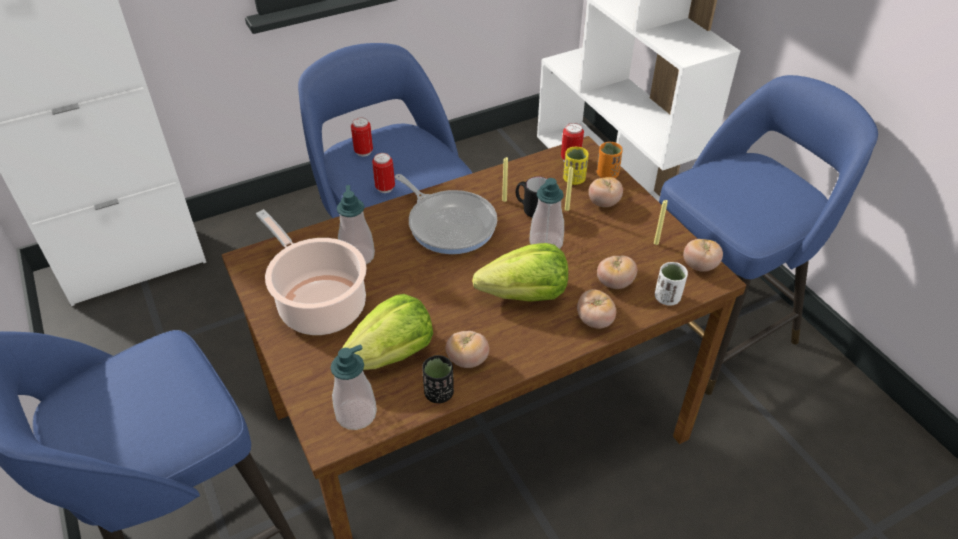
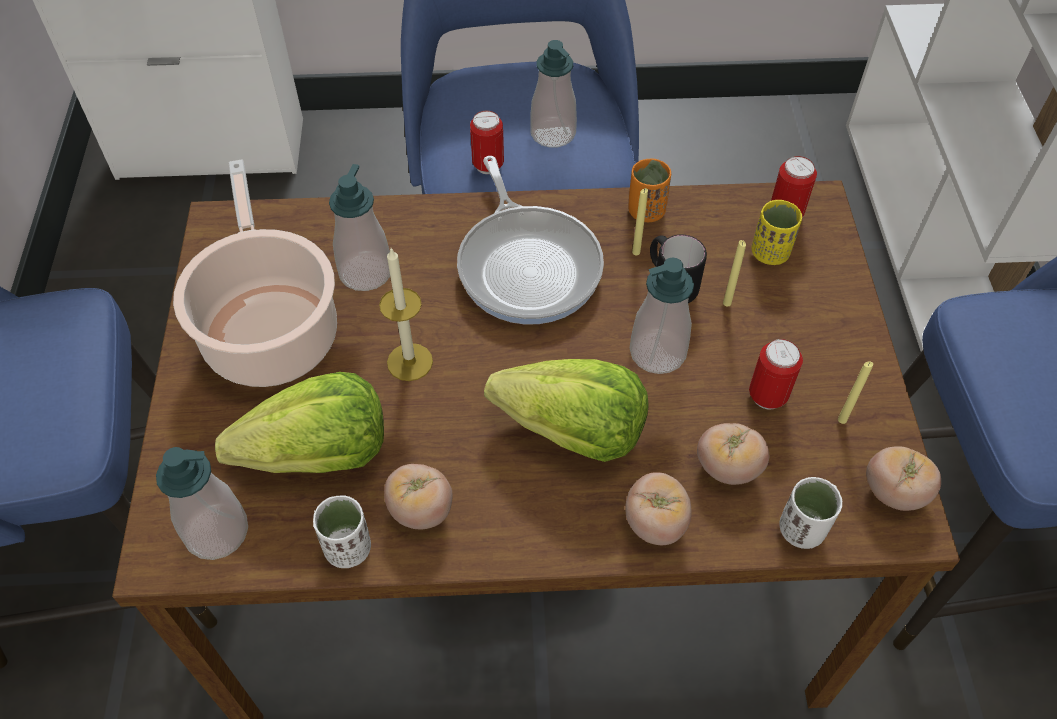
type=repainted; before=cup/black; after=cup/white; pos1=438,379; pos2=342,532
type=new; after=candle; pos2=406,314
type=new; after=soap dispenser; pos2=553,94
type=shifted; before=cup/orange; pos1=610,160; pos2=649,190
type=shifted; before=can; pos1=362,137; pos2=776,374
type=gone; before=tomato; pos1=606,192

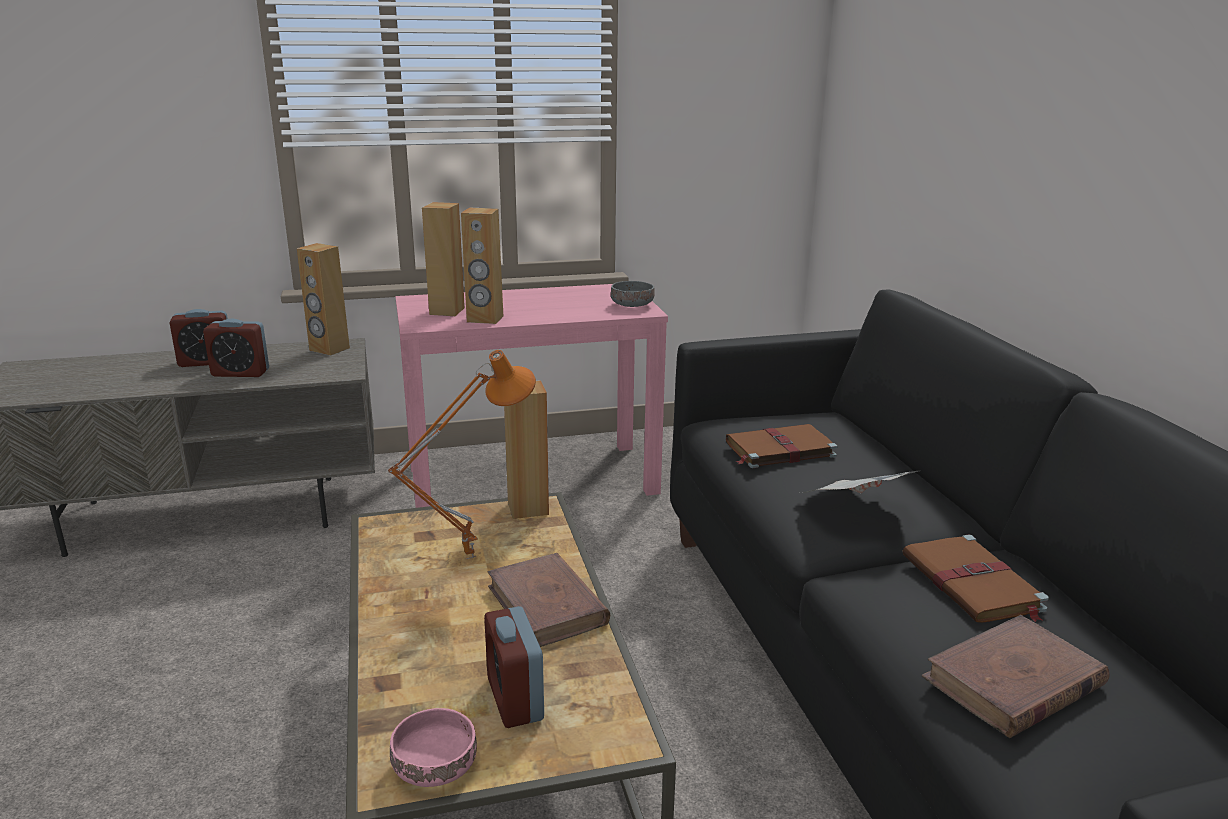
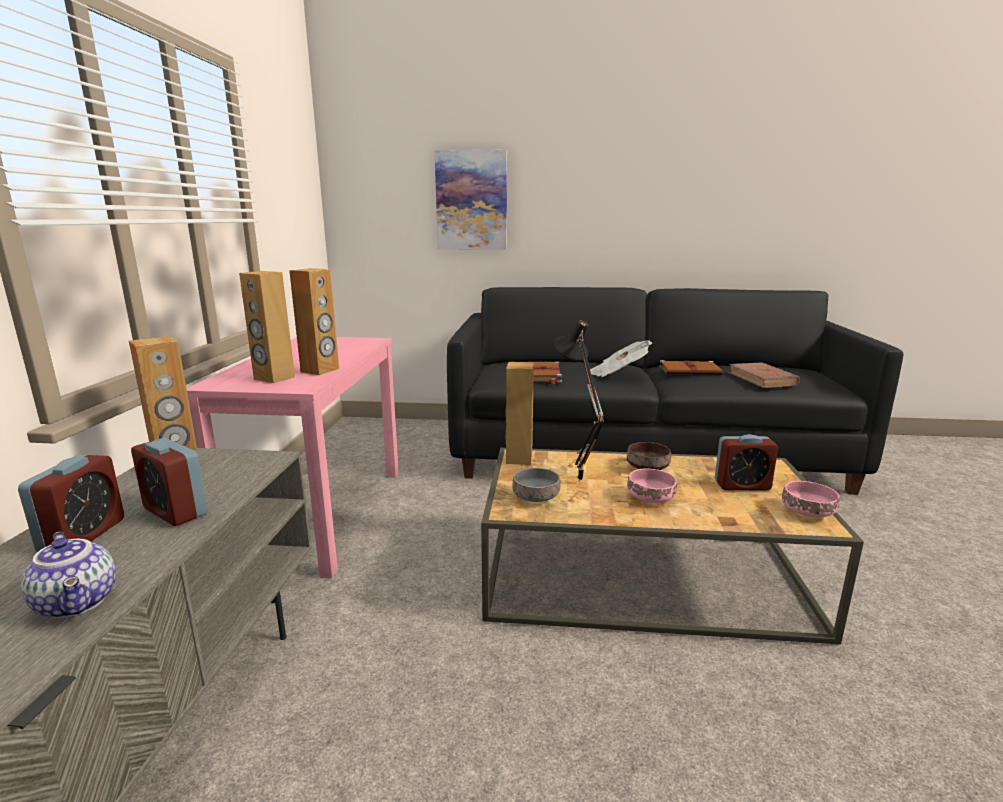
type=new; after=teapot; pos2=68,575
type=rotated; before=alarm clock; pos1=236,347; pos2=169,482; turn=105
type=new; after=picture; pos2=471,200
type=shifted; before=bowl/grey; pos1=633,294; pos2=536,485
type=repainted; before=table lamp/orange; after=table lamp/black; pos1=462,454; pos2=578,402
type=swapped; before=book/brown; after=bowl/brown; pos1=549,600; pos2=649,456
type=new; after=bowl/pink; pos2=652,486

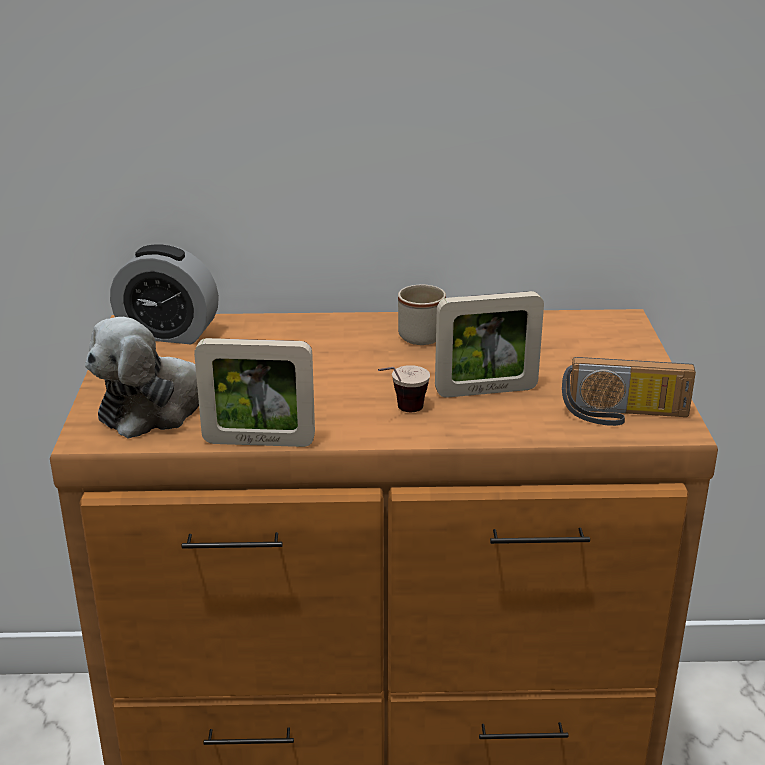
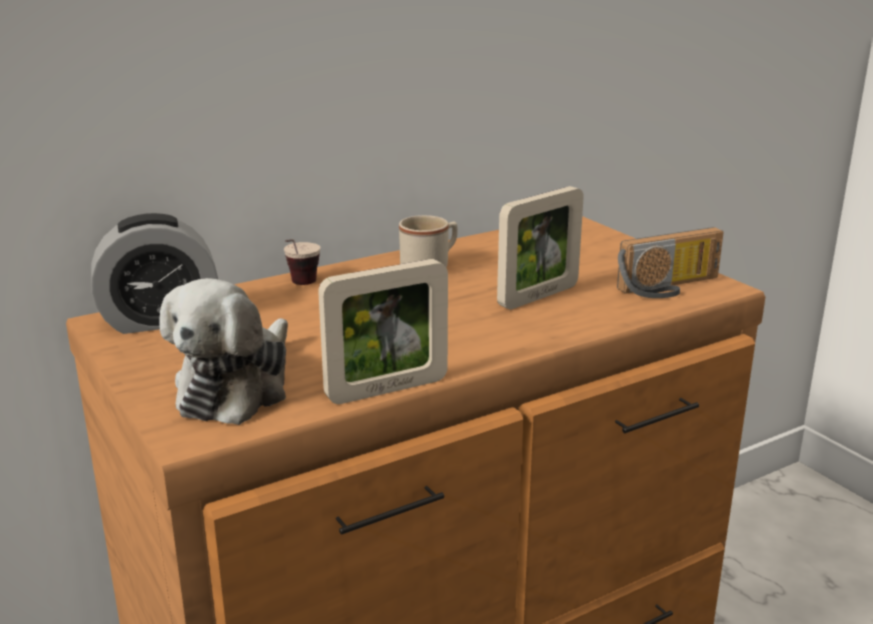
type=shifted; before=cup; pos1=404,388; pos2=302,262

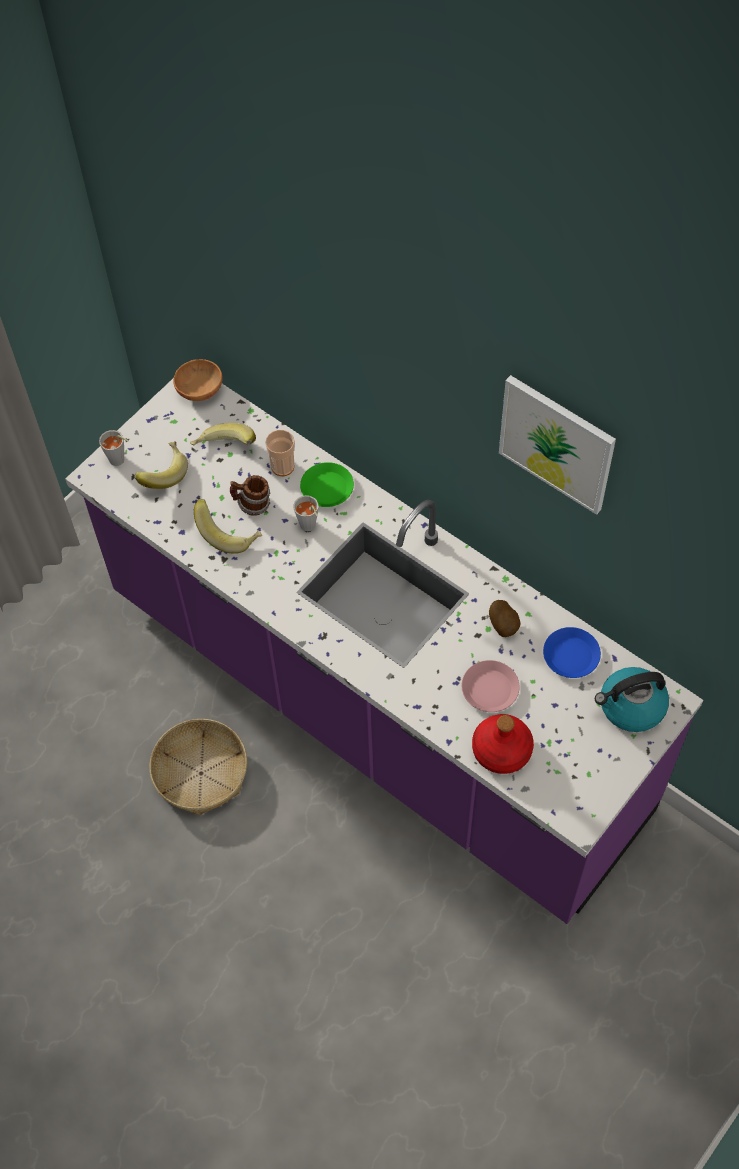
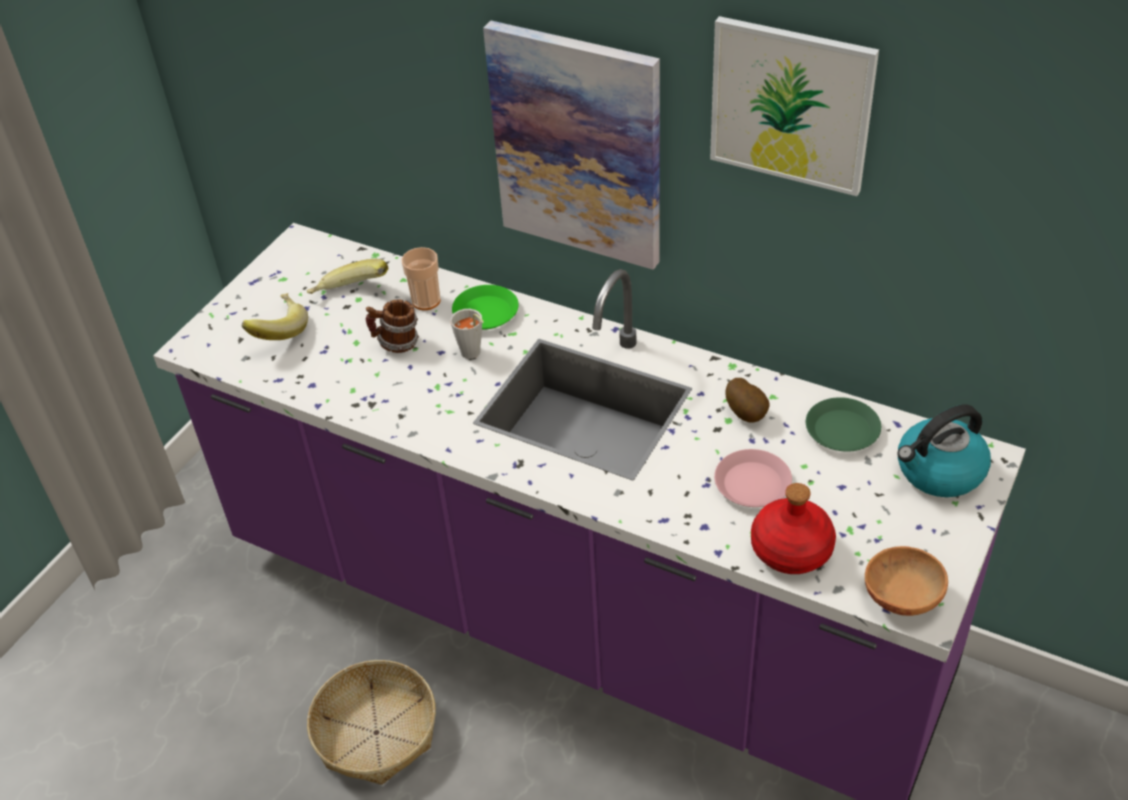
type=new; after=picture; pos2=571,145
type=repainted; before=plate/blue; after=plate/green; pos1=572,652; pos2=843,424
type=shifted; before=bowl/brown; pos1=198,380; pos2=906,581
type=gone; before=cup/grey; pos1=114,448
type=gone; before=banana; pos1=228,526

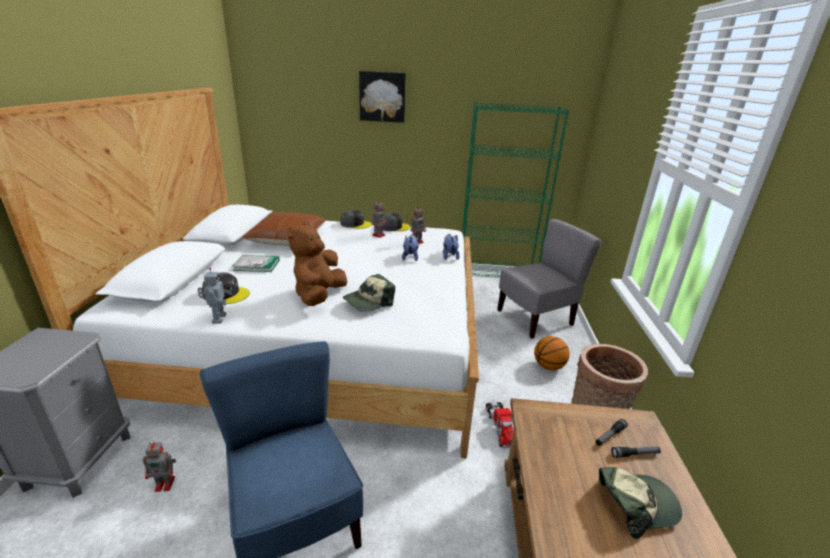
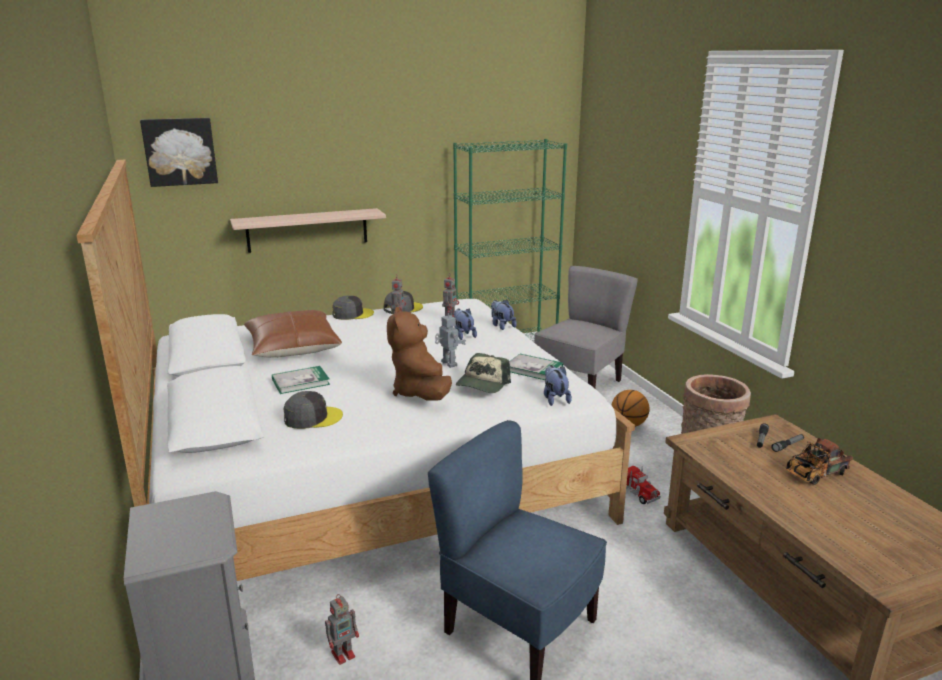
type=shifted; before=picture; pos1=382,97; pos2=179,152
type=new; after=shelf; pos2=308,230
type=shifted; before=toy robot; pos1=215,296; pos2=450,339
type=new; after=book; pos2=536,367
type=new; after=plush toy; pos2=558,385
type=swapped; before=cap; after=toy truck; pos1=640,503; pos2=819,461

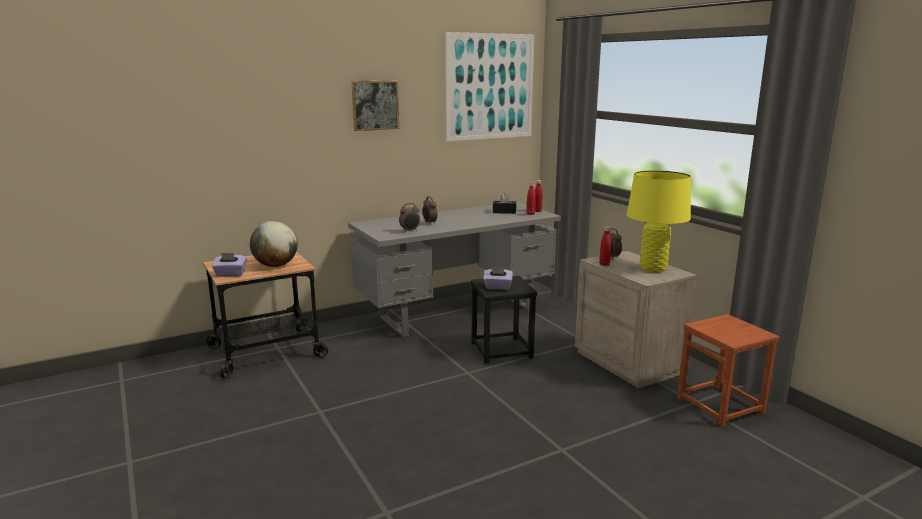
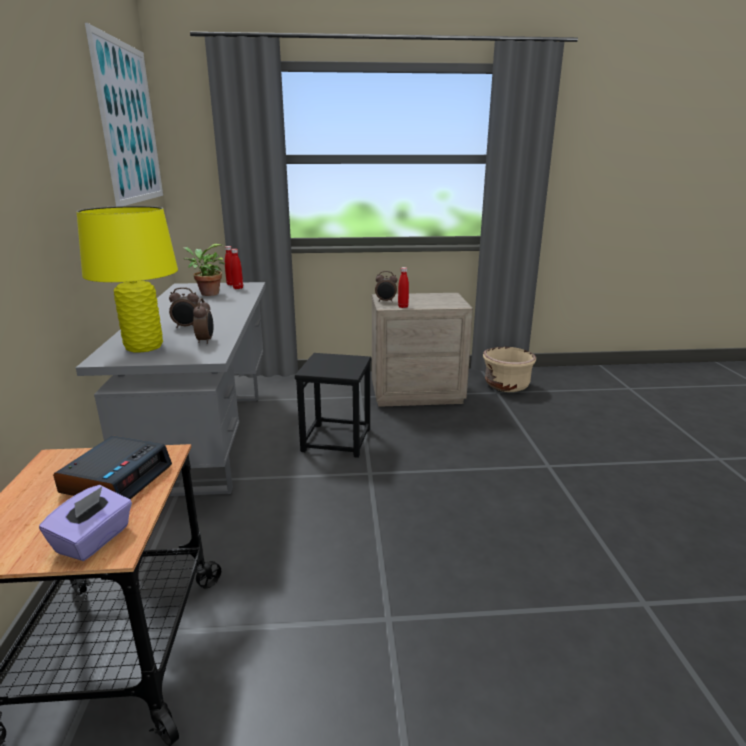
type=swapped; before=globe; after=alarm clock; pos1=274,244; pos2=112,467
type=shifted; before=table lamp/yellow; pos1=659,221; pos2=127,279
type=swapped; before=tissue box/black; after=potted plant; pos1=505,203; pos2=204,270
type=swapped; before=stool/brown; after=planter/beige; pos1=728,370; pos2=509,369
type=gone; before=picture; pos1=375,105
type=gone; before=tissue box/purple; pos1=498,278

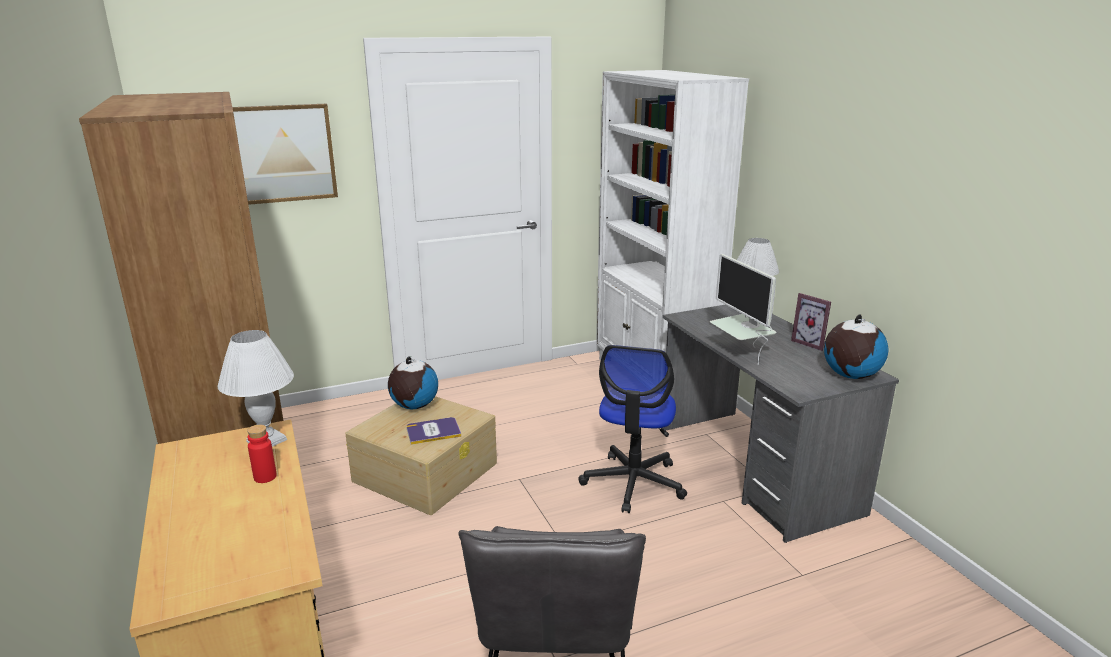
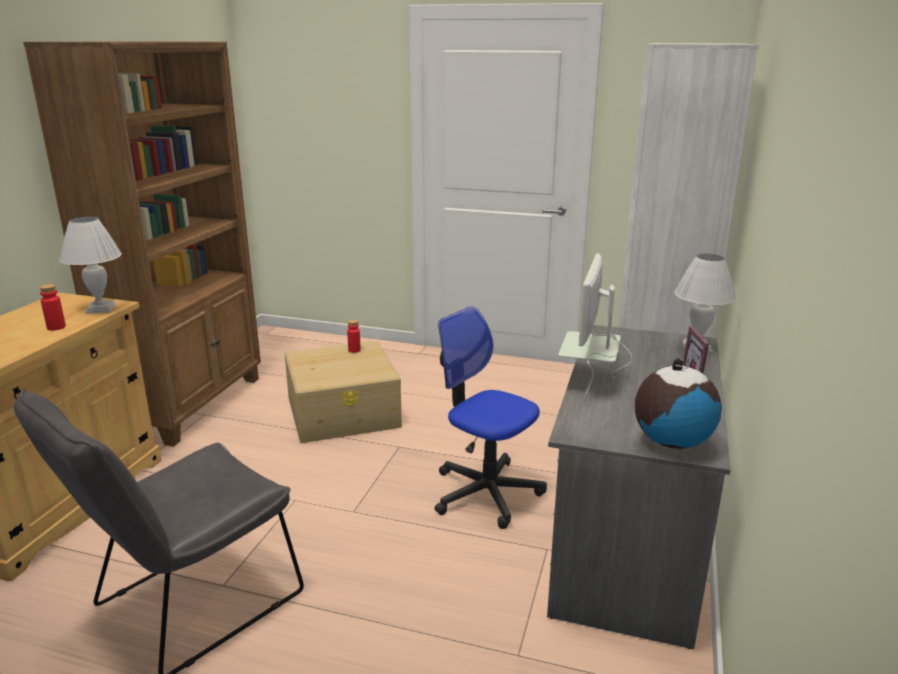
type=swapped; before=globe; after=bottle/red; pos1=413,382; pos2=354,336
type=rotated; before=office chair; pos1=632,429; pos2=490,417; turn=75
type=gone; before=picture; pos1=285,154
type=gone; before=book; pos1=434,431

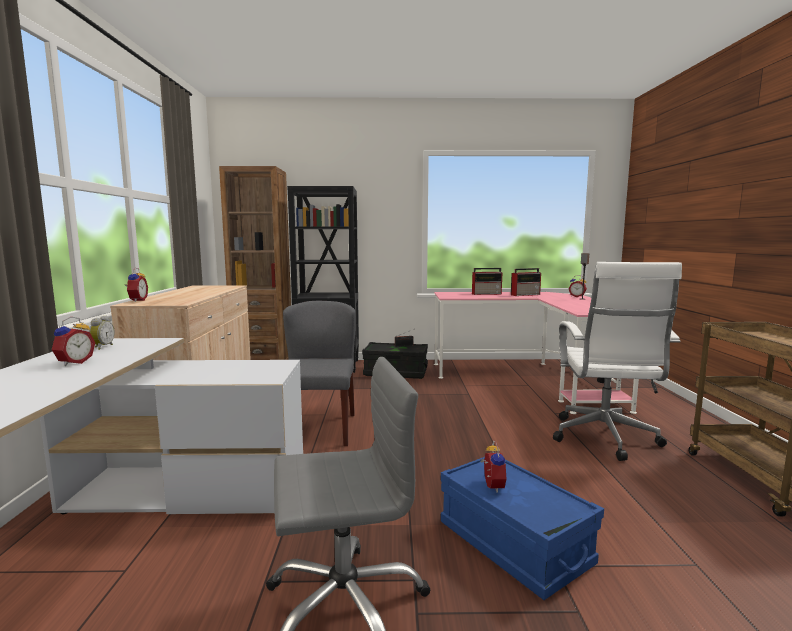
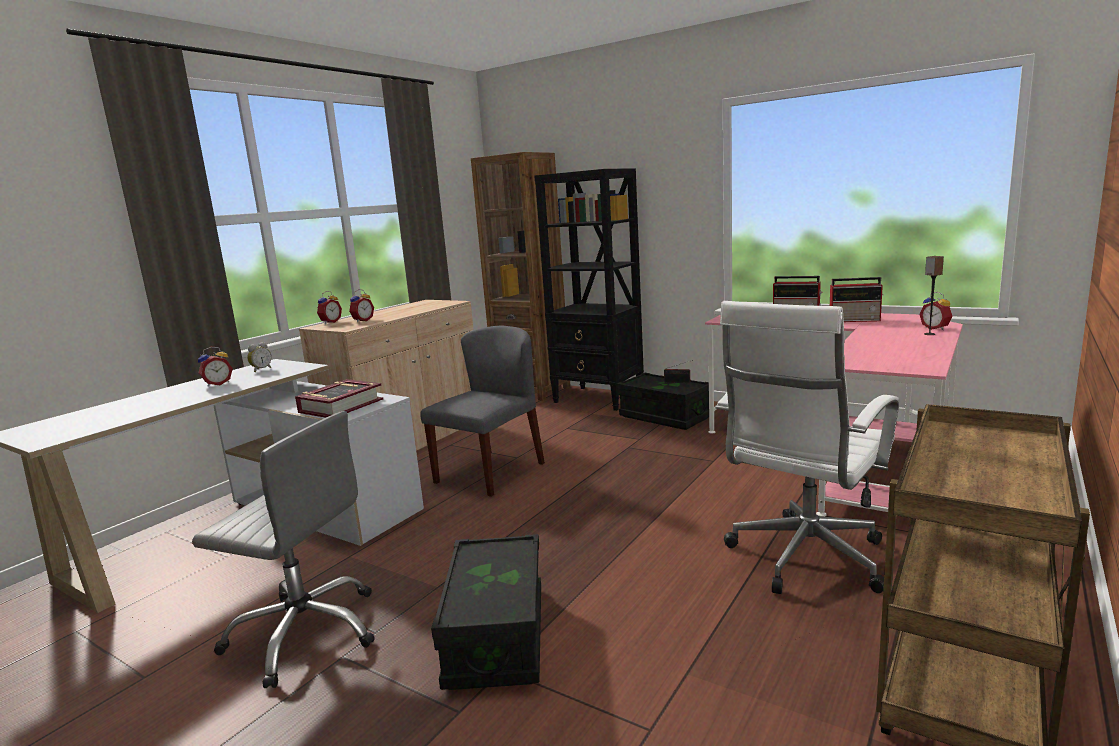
type=new; after=book; pos2=339,398
type=shifted; before=alarm clock; pos1=493,467; pos2=361,306
type=repainted; before=storage box/blue; after=storage box/black; pos1=522,528; pos2=486,612

